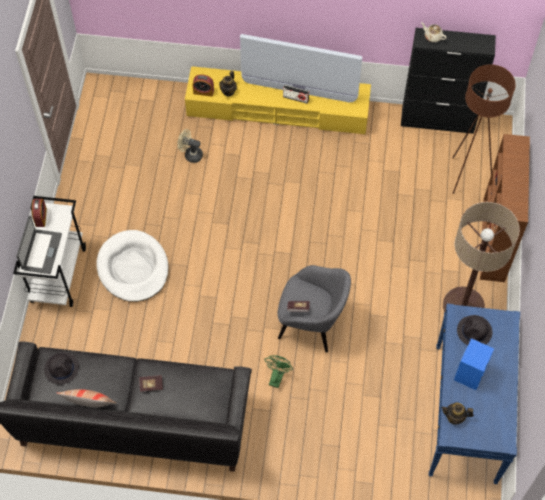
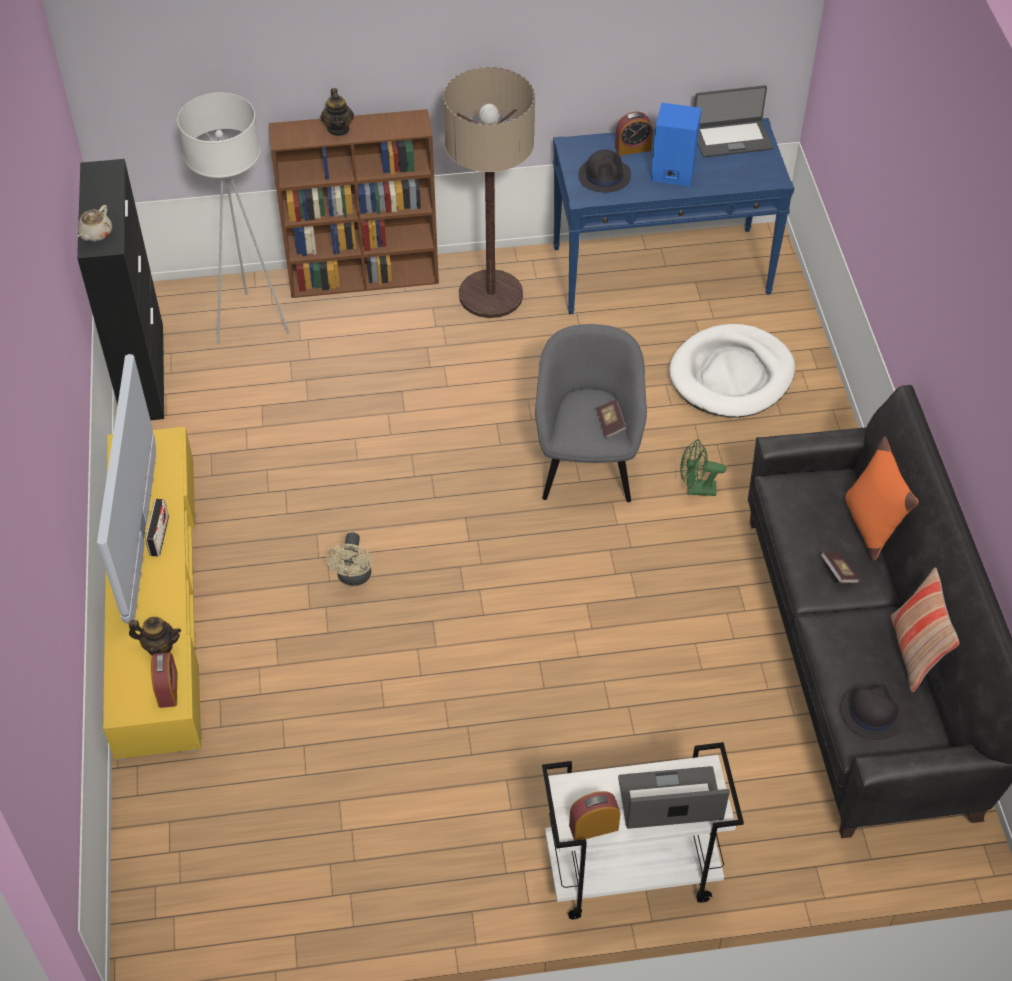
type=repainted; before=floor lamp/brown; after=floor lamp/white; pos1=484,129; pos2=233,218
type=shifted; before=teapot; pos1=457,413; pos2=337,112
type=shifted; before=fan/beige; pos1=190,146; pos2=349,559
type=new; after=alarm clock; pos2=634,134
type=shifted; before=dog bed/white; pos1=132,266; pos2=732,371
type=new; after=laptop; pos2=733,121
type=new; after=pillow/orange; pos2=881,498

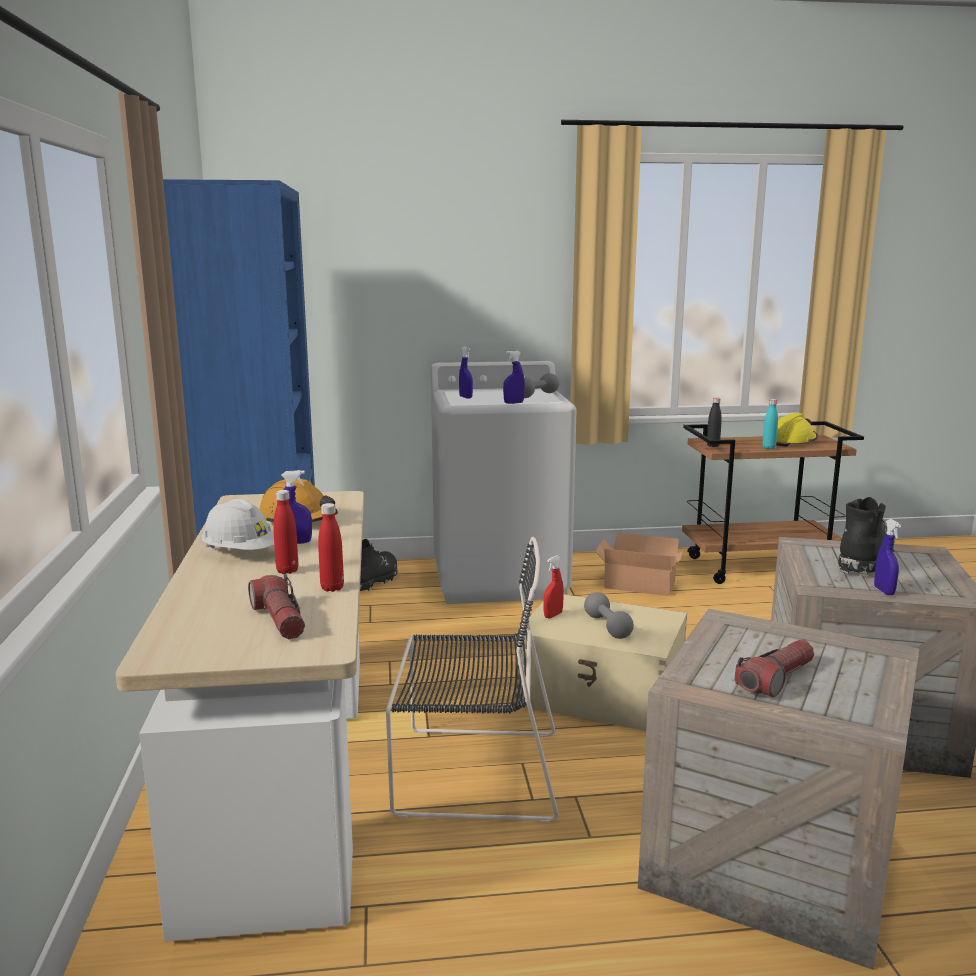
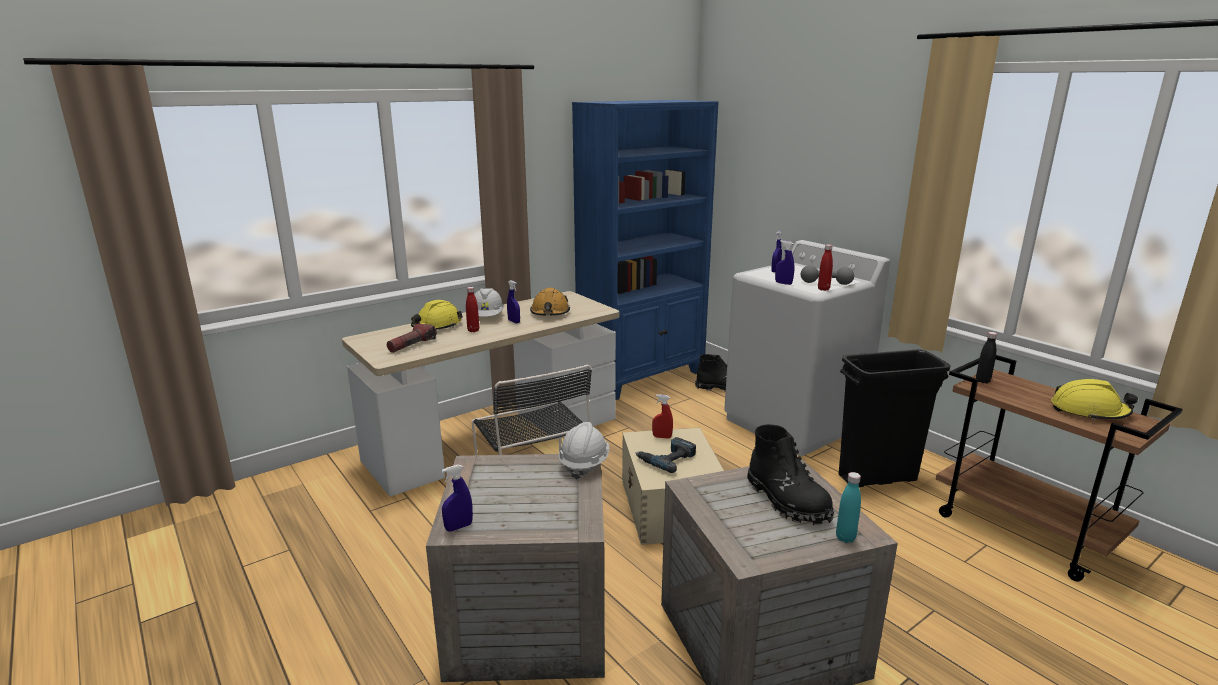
type=new; after=hard hat/yellow; pos2=437,315
type=shifted; before=spray bottle/blue; pos1=887,557; pos2=457,498
type=new; after=hard hat/white; pos2=584,450
type=swapped; before=dumbbell/grey; after=power drill; pos1=609,615; pos2=665,455
type=rotated; before=boot/black; pos1=866,536; pos2=790,474; turn=60
type=shifted; before=bottle/red; pos1=331,547; pos2=825,267
type=shifted; before=bottle/turquoise; pos1=770,424; pos2=848,507
type=swapped; before=cardboard box; after=trash can/black; pos1=640,564; pos2=894,418
type=gone; before=flashlight; pos1=774,668

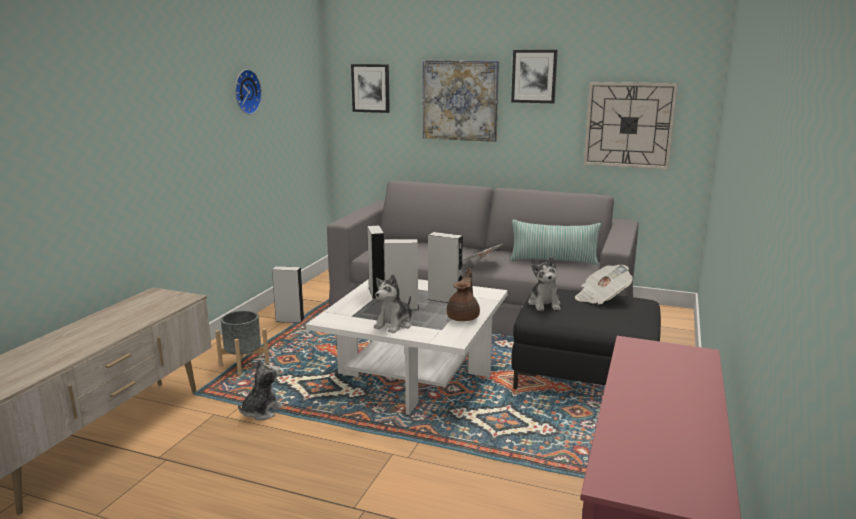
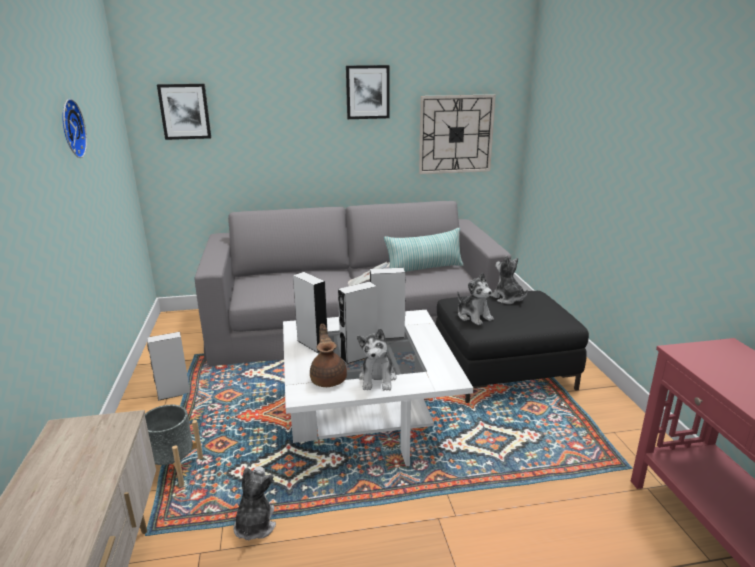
type=shifted; before=teapot/brown; pos1=463,294; pos2=328,355
type=swapped; before=newspaper; after=plush toy; pos1=604,284; pos2=509,279
type=gone; before=picture; pos1=461,101

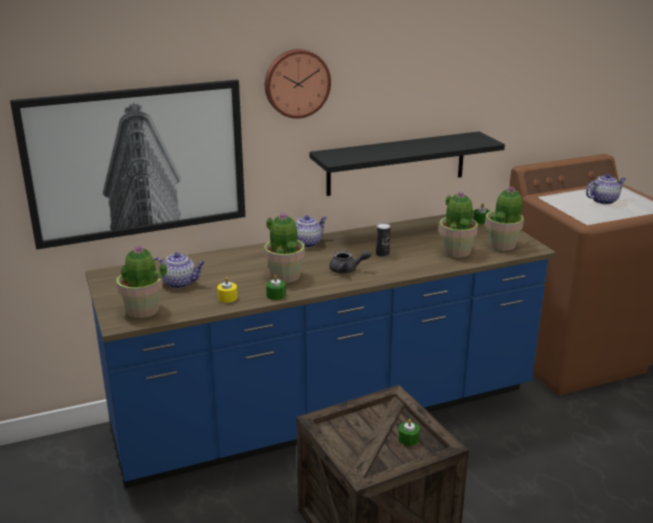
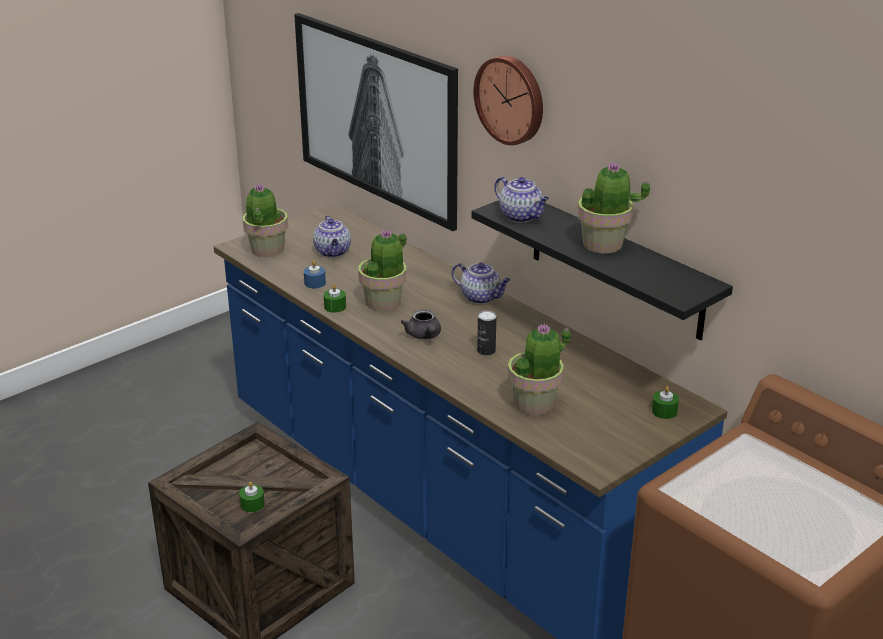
type=repainted; before=candle/yellow; after=candle/blue; pos1=227,290; pos2=315,274
type=shifted; before=teapot; pos1=606,189; pos2=521,200
type=shifted; before=potted plant; pos1=504,218; pos2=613,207

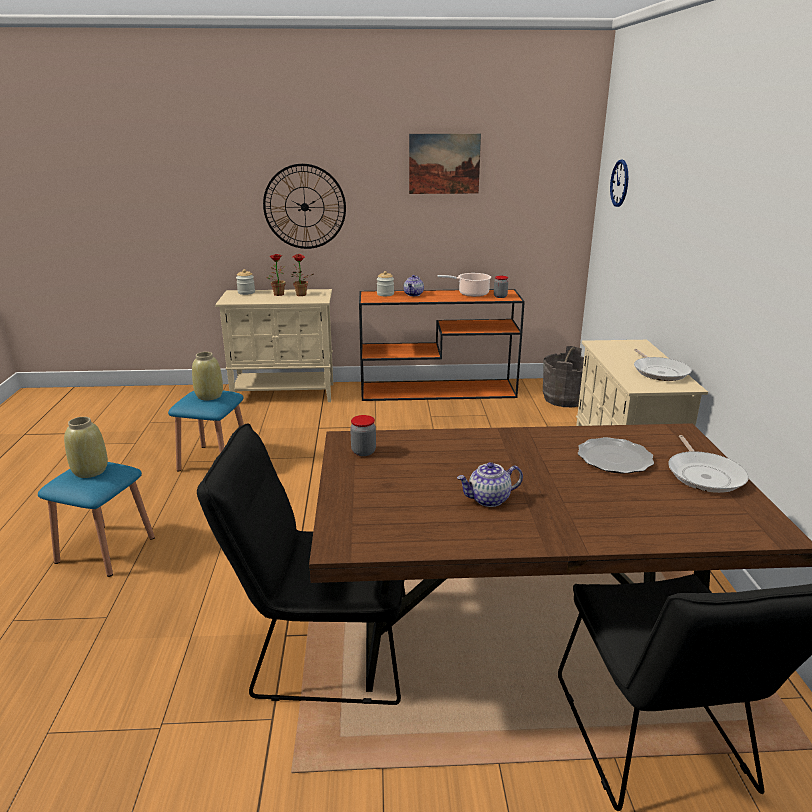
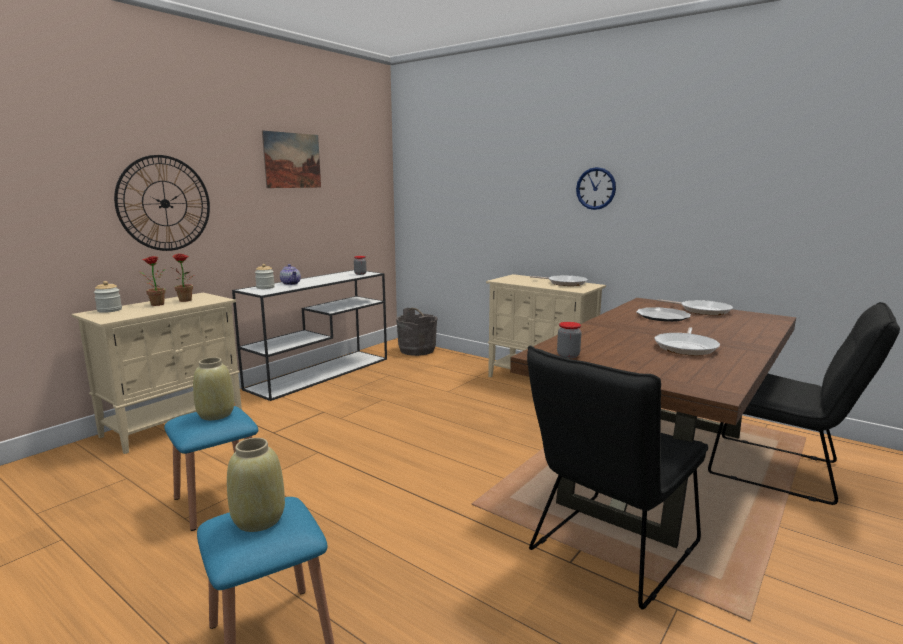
type=repainted; before=console table/orange; after=console table/white; pos1=442,345; pos2=309,335
type=shifted; before=wall clock; pos1=619,183; pos2=596,188
type=swapped; before=teapot; after=frying pan; pos1=490,484; pos2=687,341
type=gone; before=cooking pot; pos1=464,285

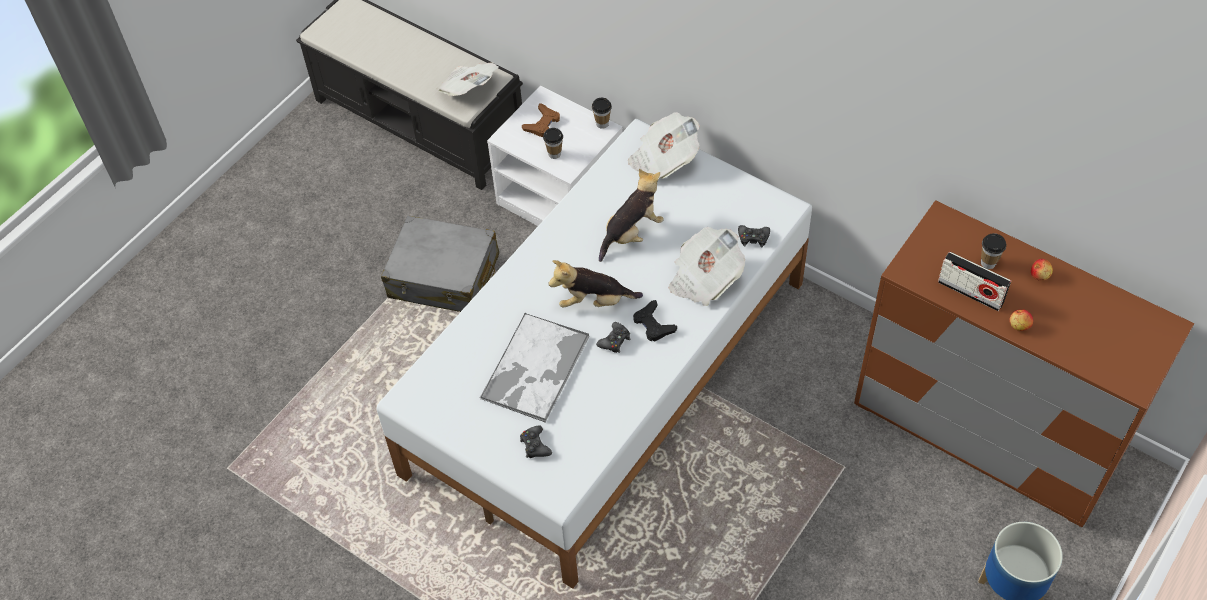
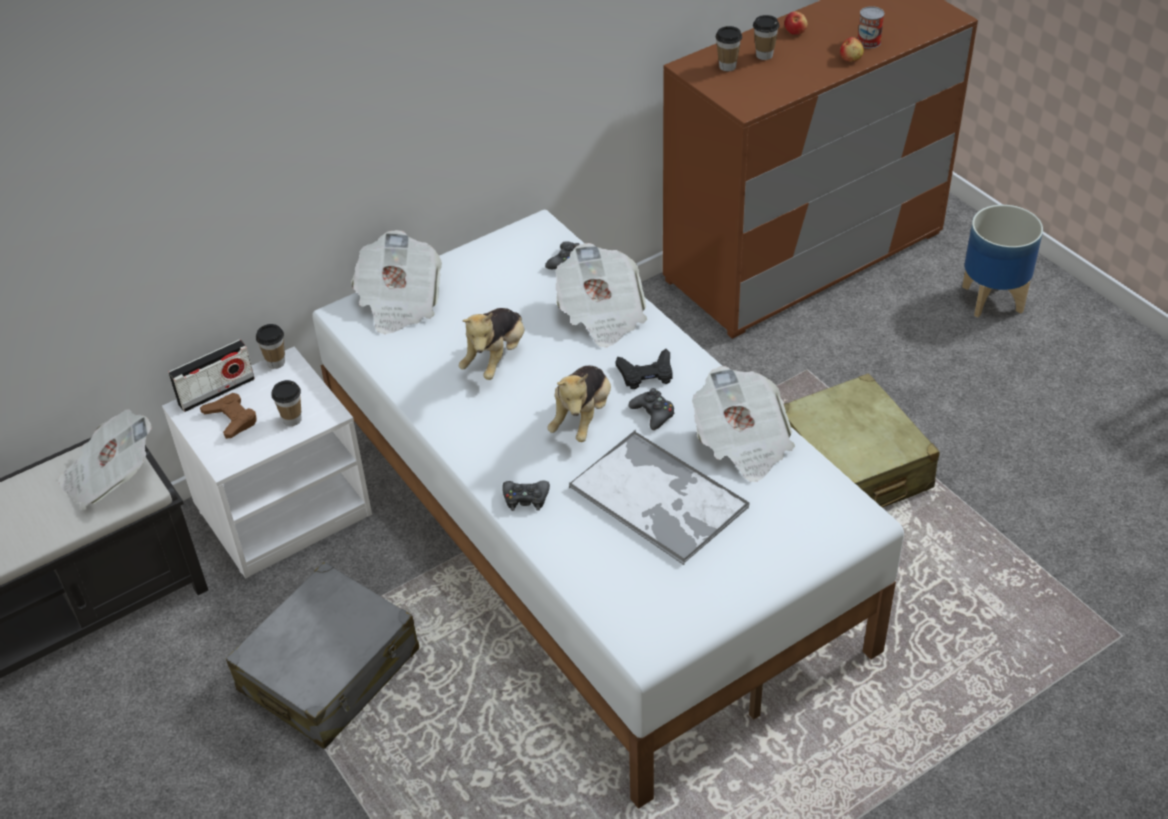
type=shifted; before=radio; pos1=974,281; pos2=211,375
type=rotated; before=plush toy; pos1=631,215; pos2=491,344; turn=-135
type=shifted; before=game controller/black; pos1=536,441; pos2=526,496
type=new; after=newspaper; pos2=743,424
type=new; after=cup; pos2=729,48
type=new; after=suitcase/beige; pos2=861,440
type=new; after=can; pos2=871,27

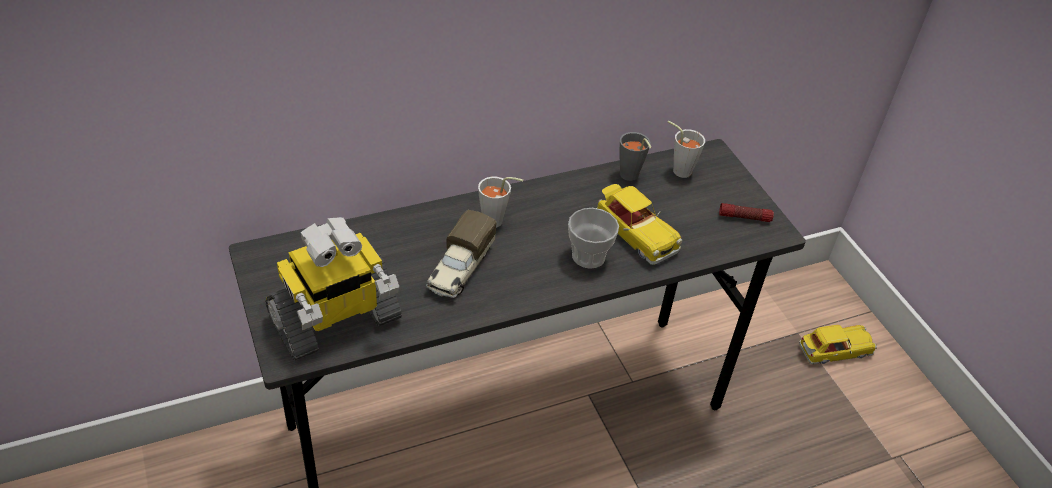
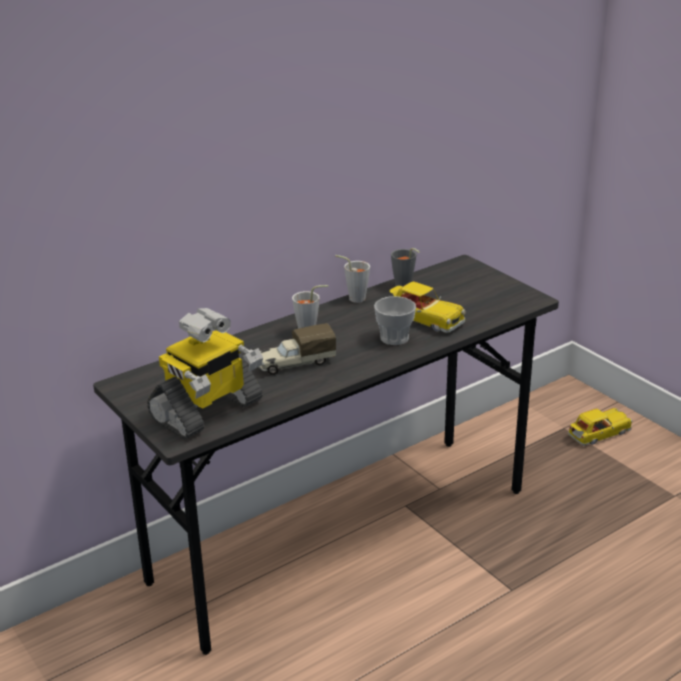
type=rotated; before=toy truck; pos1=461,254; pos2=297,349; turn=60
type=shifted; before=cup/grey; pos1=686,149; pos2=352,279
type=gone; before=flashlight; pos1=746,212

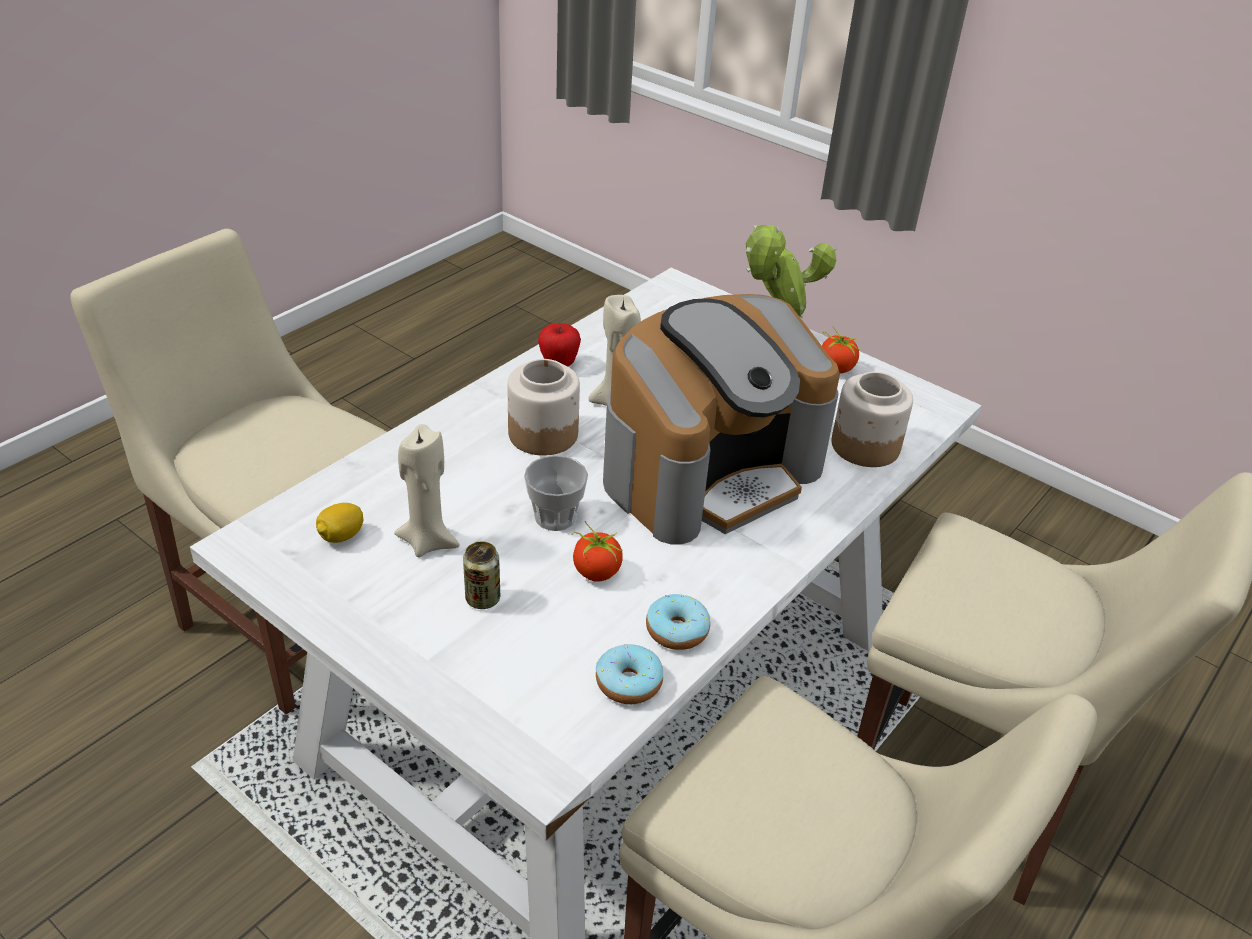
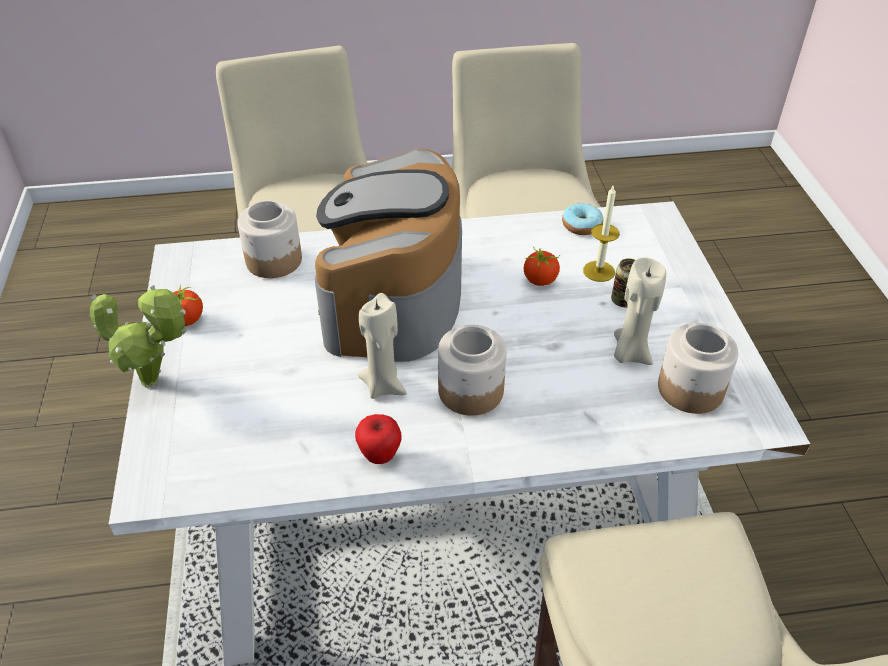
type=rotated; before=coffee machine; pos1=721,419; pos2=388,255; turn=-90
type=new; after=candle; pos2=601,233
type=swapped; before=lemon; after=jar; pos1=339,523; pos2=698,368
type=gone; before=cup; pos1=556,493
type=gone; before=donut; pos1=678,622

